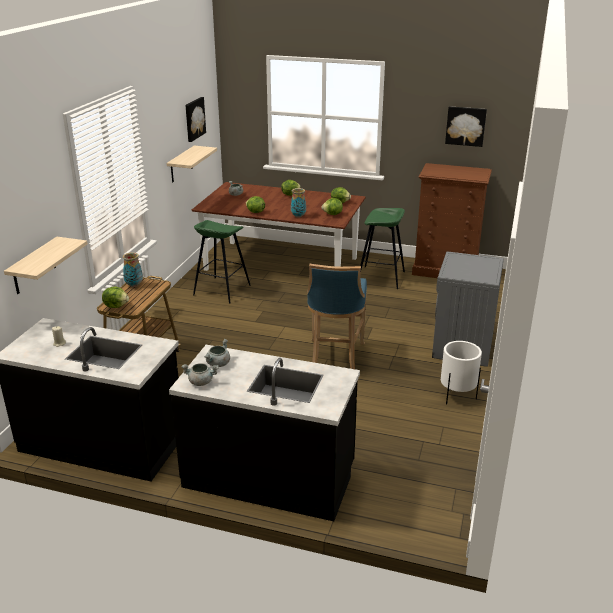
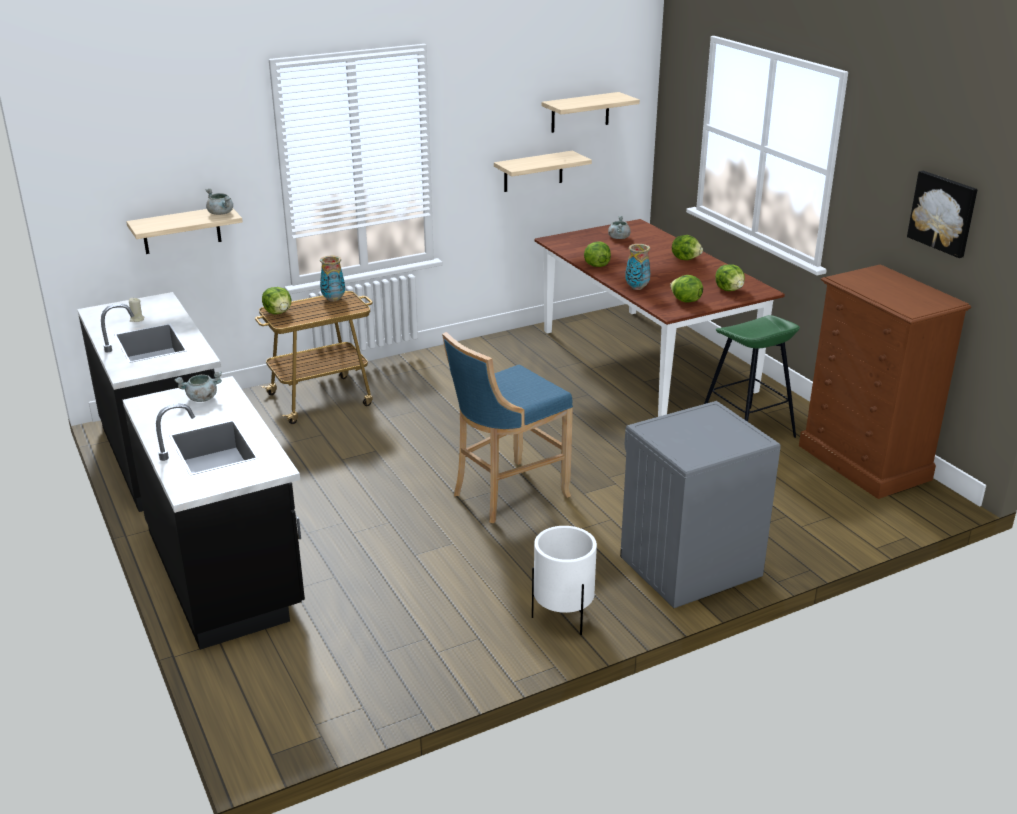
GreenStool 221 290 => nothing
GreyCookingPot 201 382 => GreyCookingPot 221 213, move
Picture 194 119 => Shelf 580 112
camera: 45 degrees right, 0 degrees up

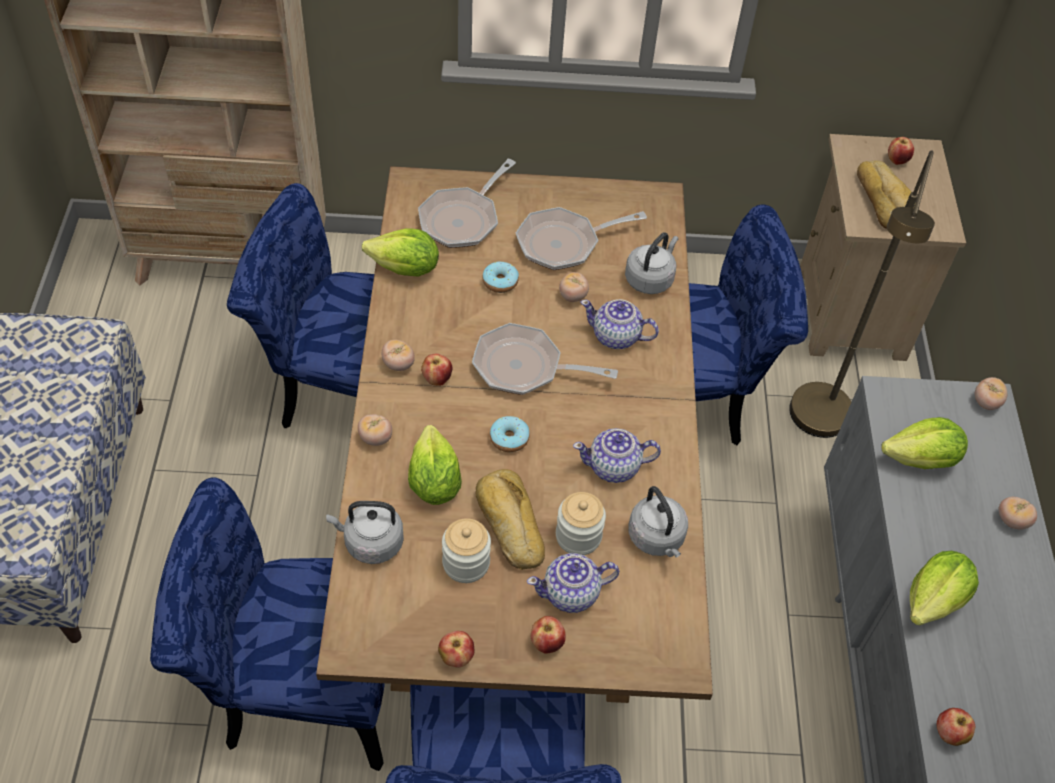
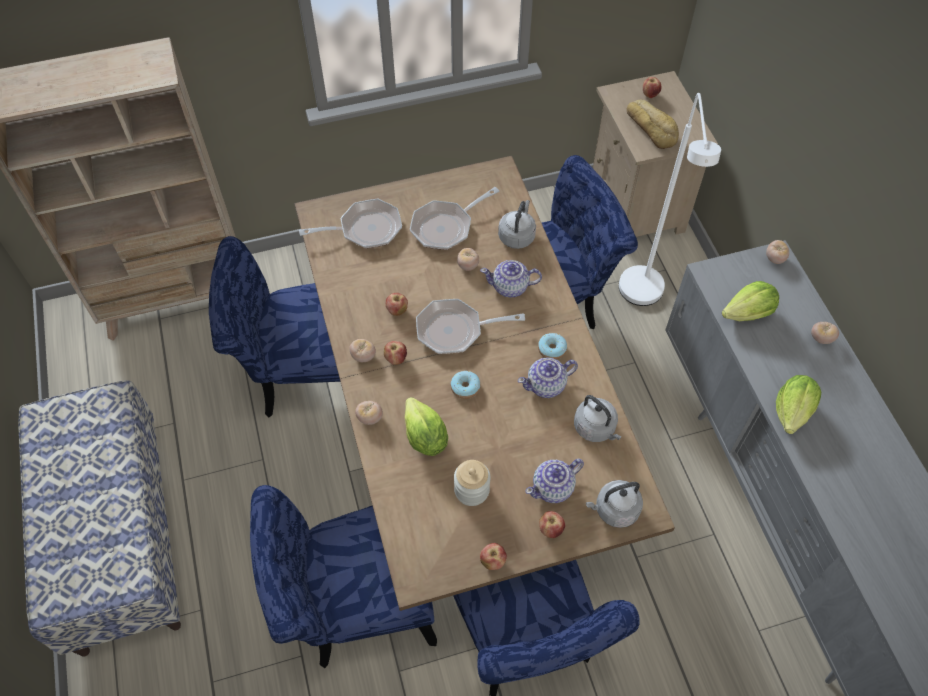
Lettuce 405 269 => nothing
Bread 508 524 => nothing
Jar 578 536 => nothing
GreyKettle 370 543 => GreyKettle 614 510, move
Donut 500 282 => Donut 552 349, move
Apple 949 734 => Apple 397 311, move
BrownFloorLamp 818 427 => WhiteFloorLamp 643 298
FryingPan 463 219 => FryingPan 365 229, 120 degrees counterclockwise
camera: 15 degrees left, 5 degrees up

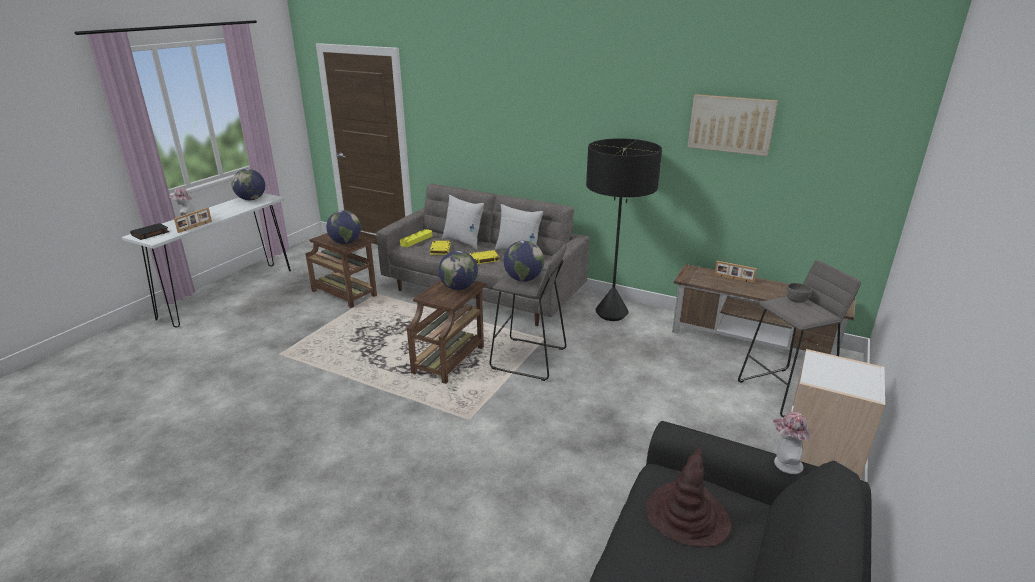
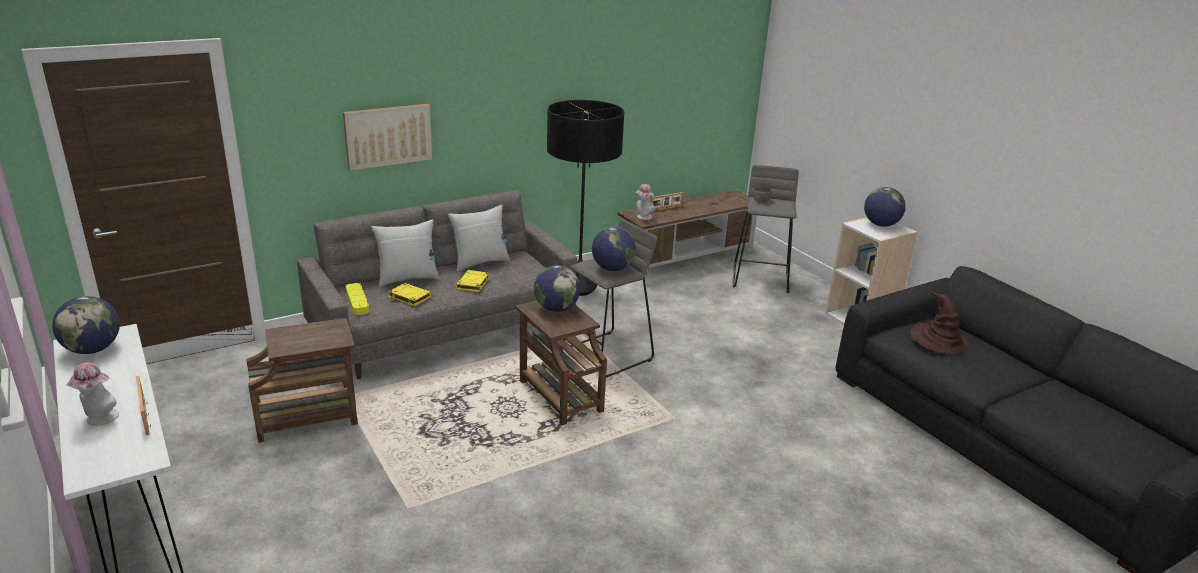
BlackBook 150 234 => nothing
Globe 345 242 => Globe 880 225, move
Picture 731 124 => Picture 388 136, move
Hat 784 463 => Hat 643 217, move
camera: 60 degrees left, 0 degrees up

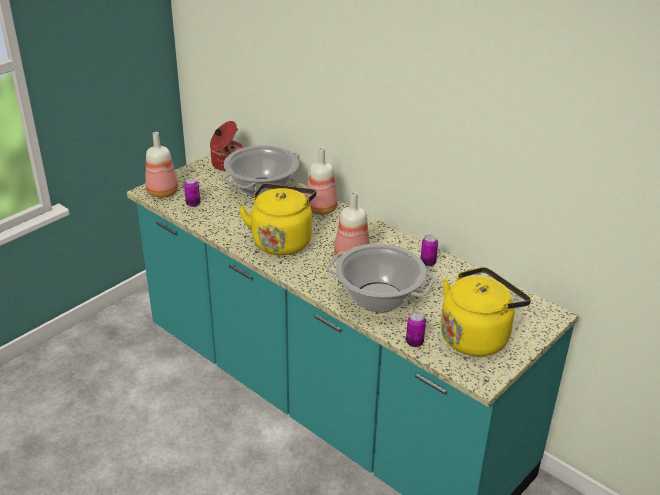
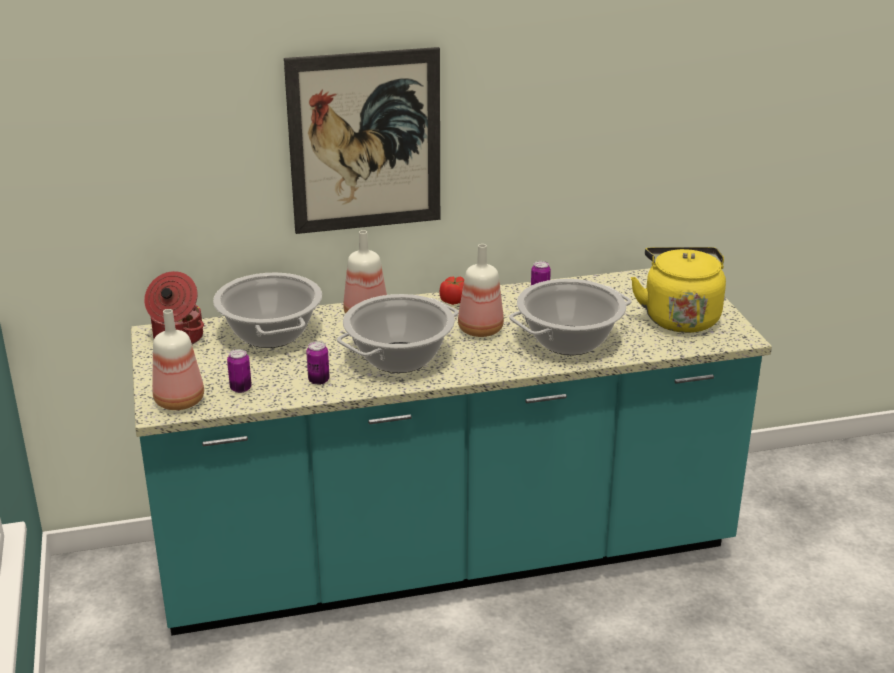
nothing => Picture 365 142
nothing => Tomato 454 301
Can 414 342 => Can 319 380, move
YellowKettle 282 240 => CookingPot 399 358
camera: 55 degrees left, 5 degrees down

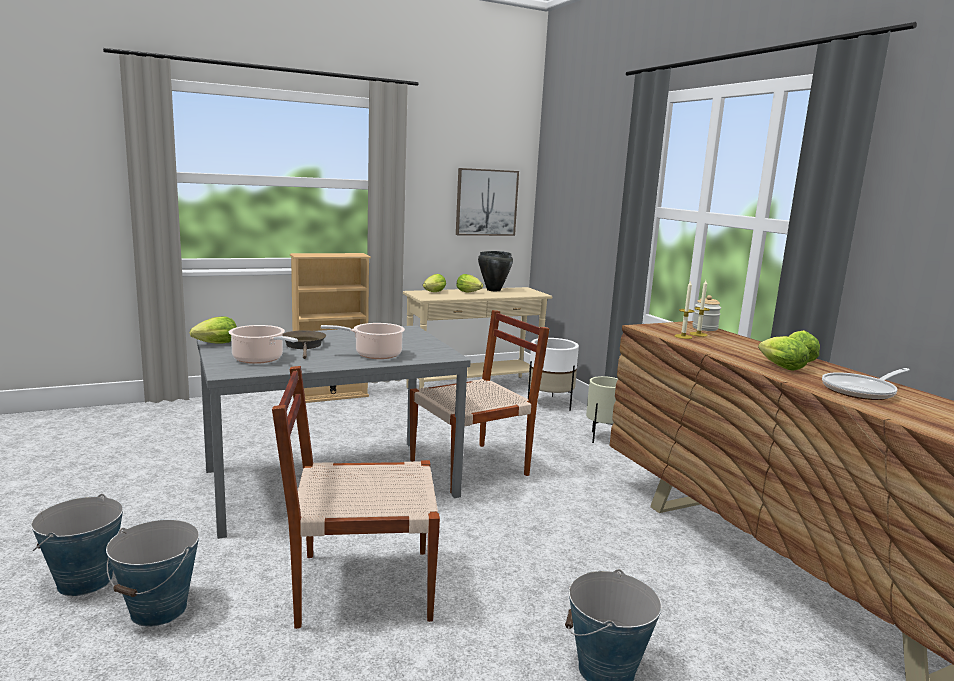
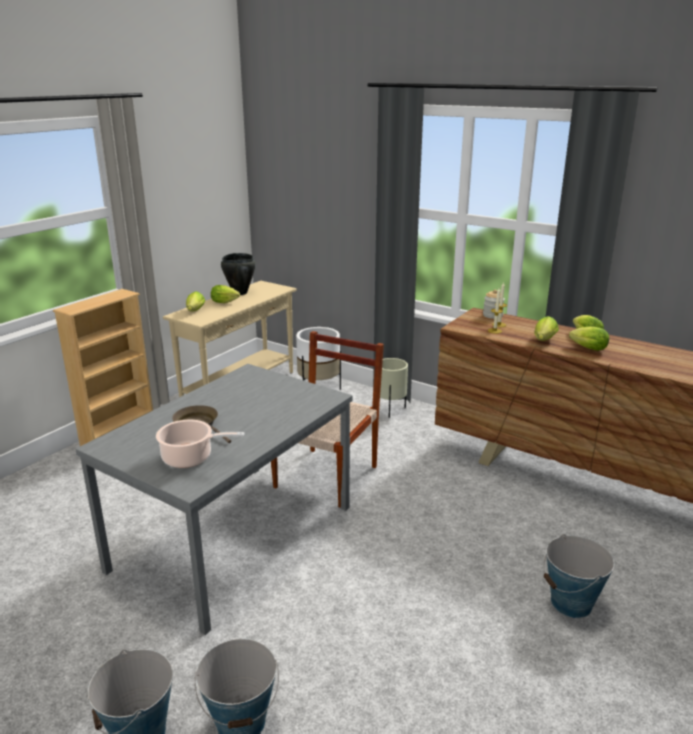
Chair 360 587 => nothing
CookingPot 374 354 => nothing
Picture 486 202 => nothing
FryingPan 862 391 => nothing
Lettuce 214 344 => Lettuce 543 341, move
camera: 30 degrees left, 10 degrees up

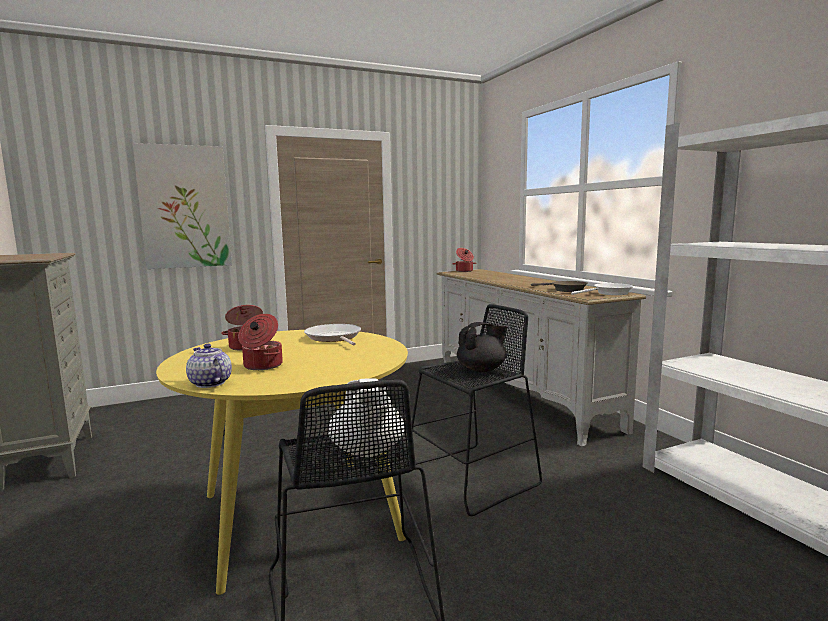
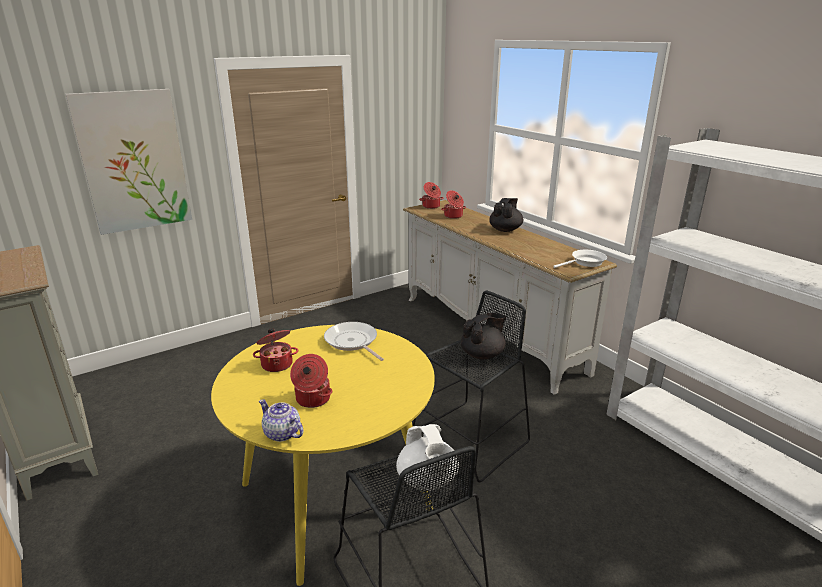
BrownFryingPan 565 290 => nothing
nothing => CookingPot 453 216
nothing => BlackTeapot 505 230
camera: 10 degrees left, 15 degrees up

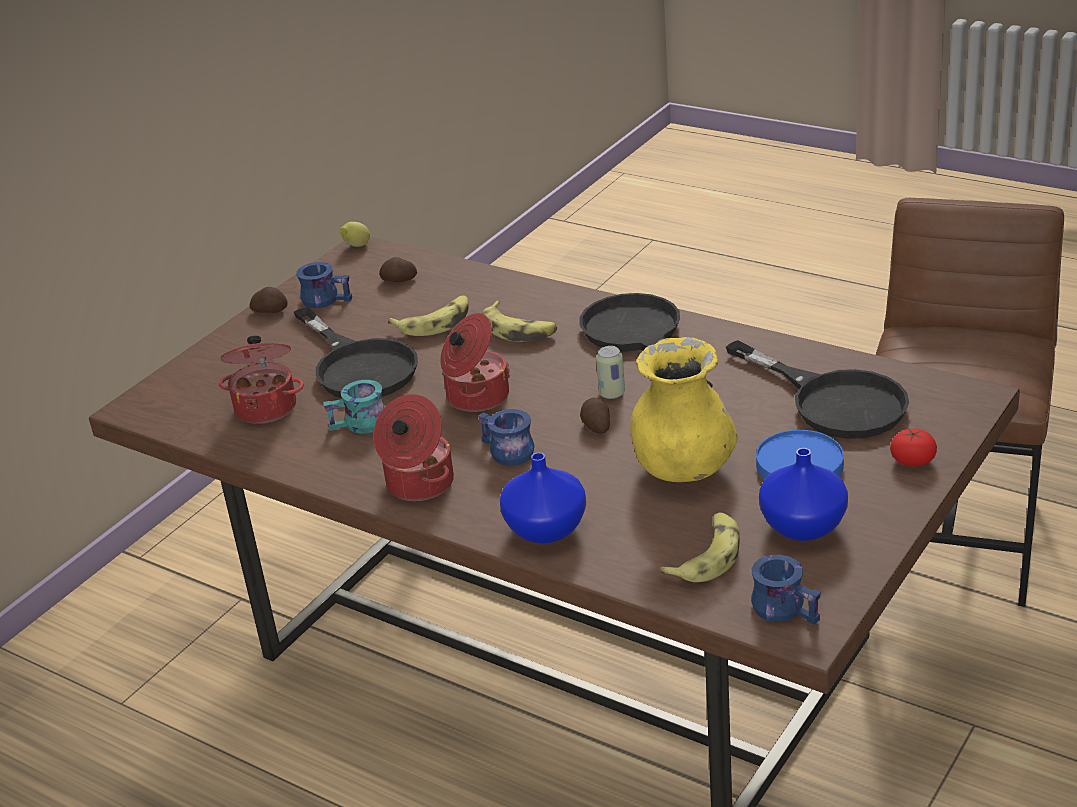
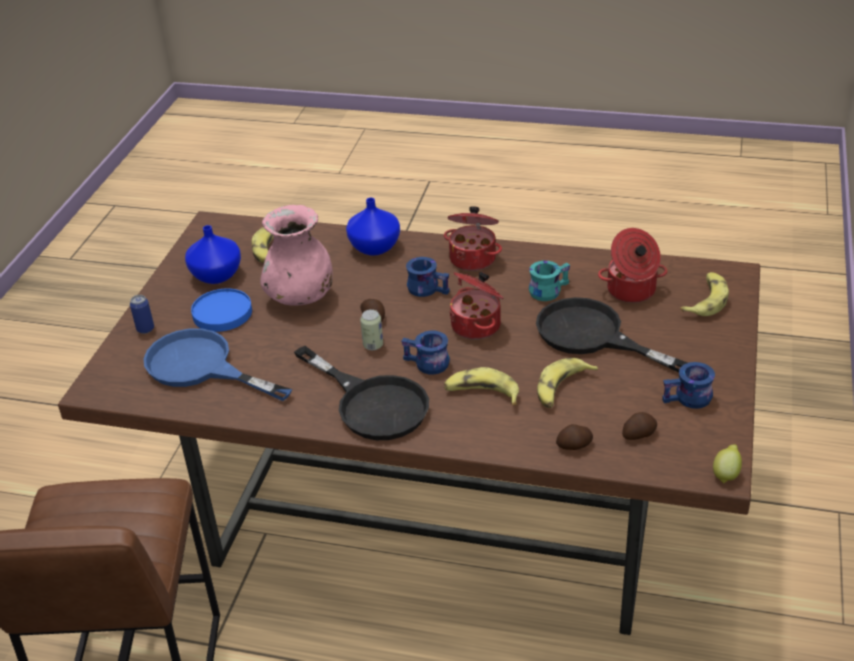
nothing => Banana 706 300
Potato 270 310 => Potato 575 445, move
BlueMug 786 607 => BlueMug 426 365, move
Tomato 912 460 => Can 145 329
YellowVase 683 469 => PinkVase 301 297
BlackFryingPan 833 401 => BlueFryingPan 201 367
camera: 160 degrees right, 5 degrees up

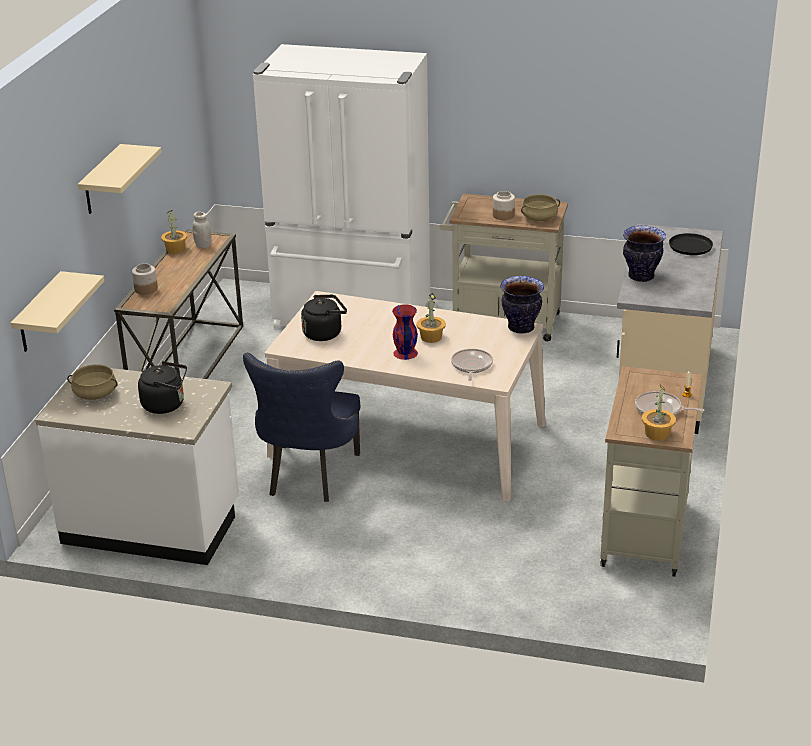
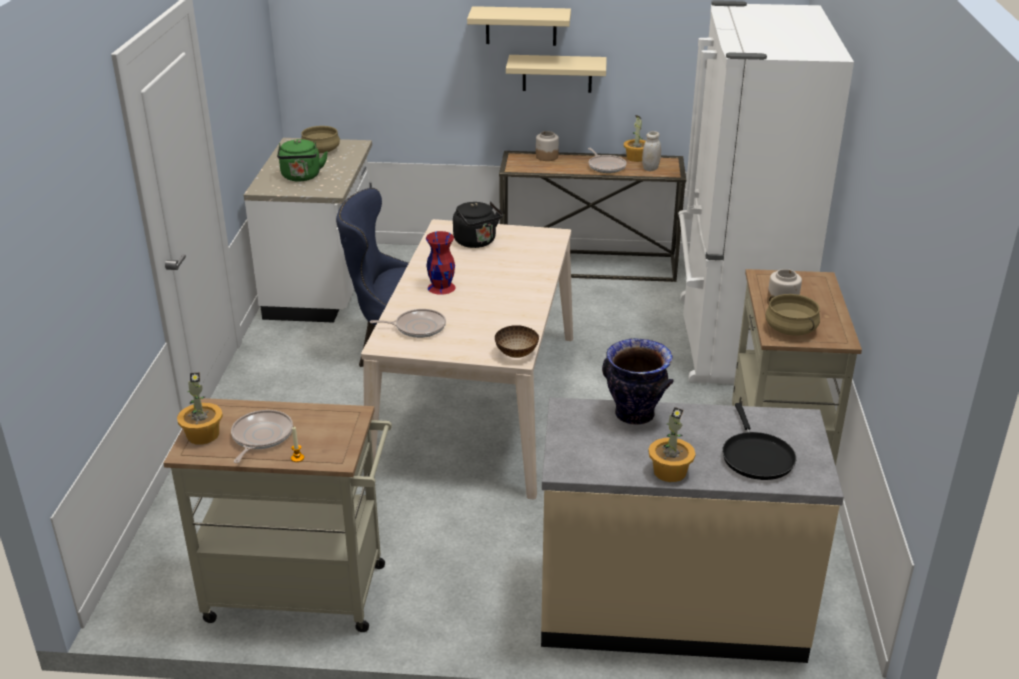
nothing => FryingPan 606 166
BeigeShelf 39 314 => BeigeShelf 557 73, move
PottedPlant 431 337 => PottedPlant 670 471, move
Vase 521 328 => Bowl 516 354
BlackKettle 166 405 => GreenKettle 301 177
camera: 80 degrees right, 0 degrees up

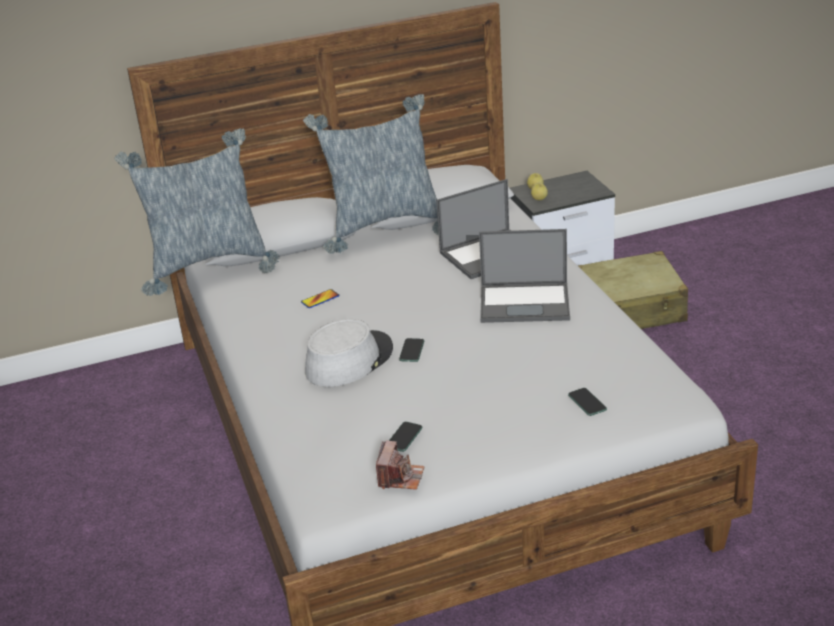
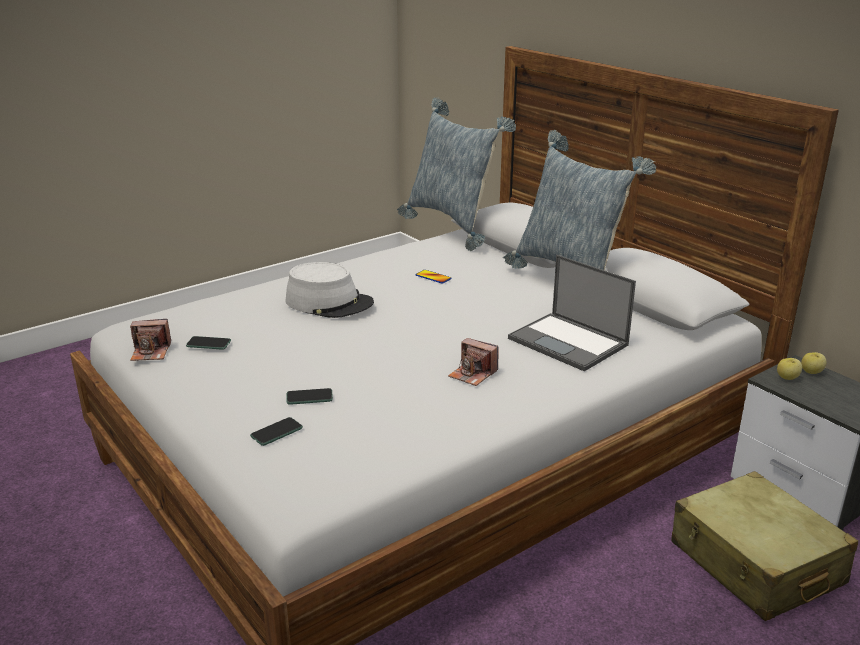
Phone 412 351 => Phone 309 397, move
Laptop 526 303 => PhotoCamera 473 374
camera: 70 degrees right, 5 degrees down

